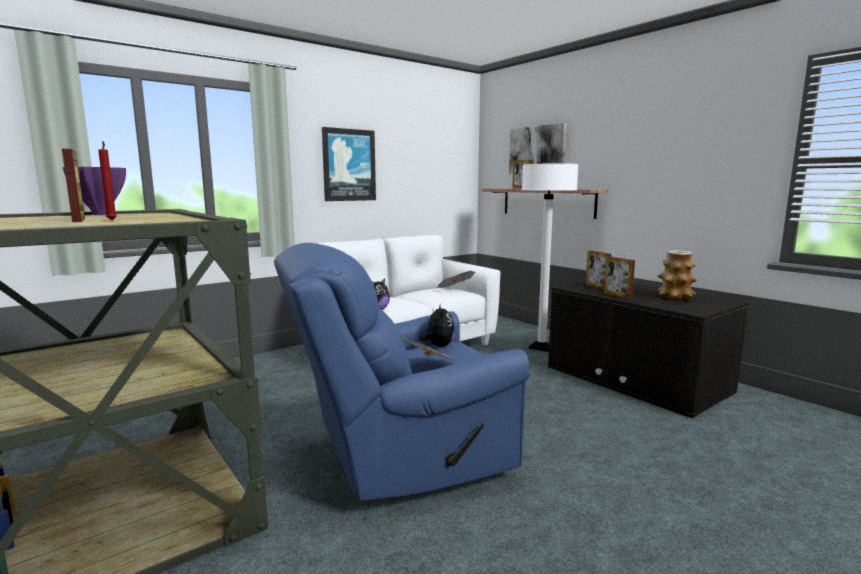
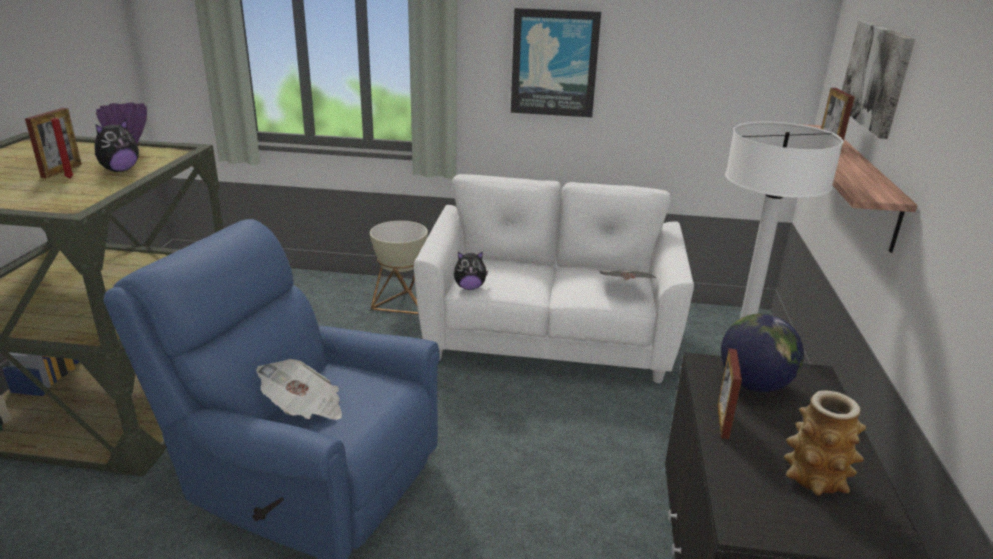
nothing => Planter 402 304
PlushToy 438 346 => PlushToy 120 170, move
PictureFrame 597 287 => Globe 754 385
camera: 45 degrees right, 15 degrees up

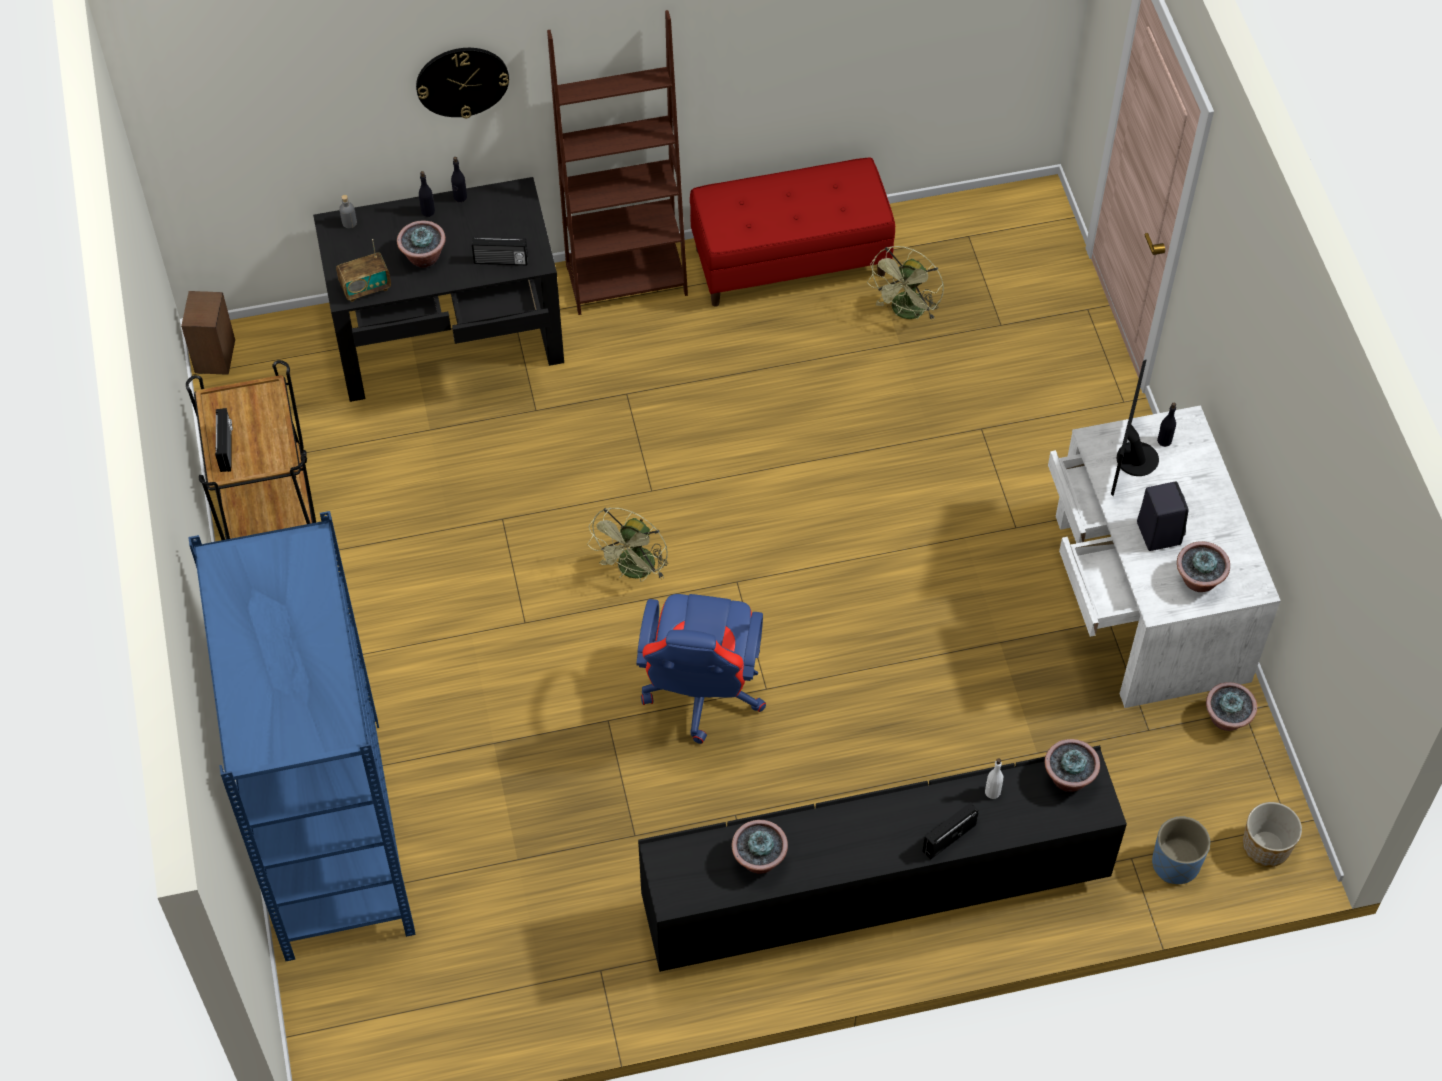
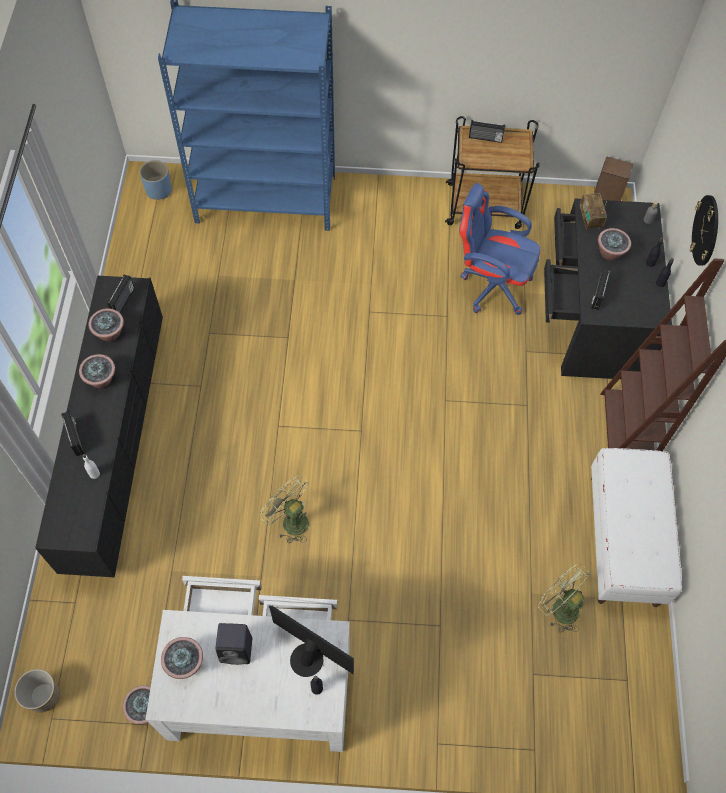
nothing => Radio 123 301
GreenFan 634 571 => GreenFan 290 520, move
BlueOfficeChair 701 698 => BlueOfficeChair 490 285, move
PottedPlant 1068 778 => PottedPlant 101 379, move
BluePlanter 1175 864 => BluePlanter 158 190, move
RedBench 790 261 => WhiteBench 624 540
camera: 105 degrees right, 5 degrees up

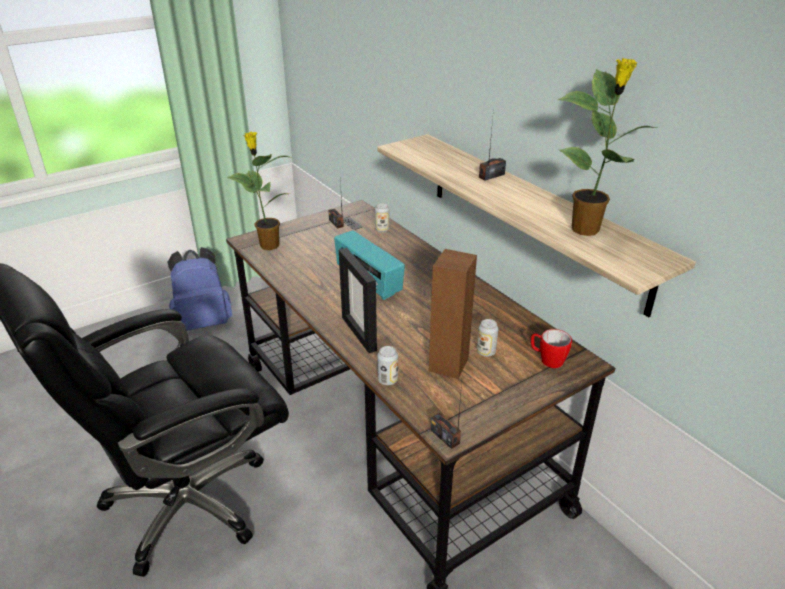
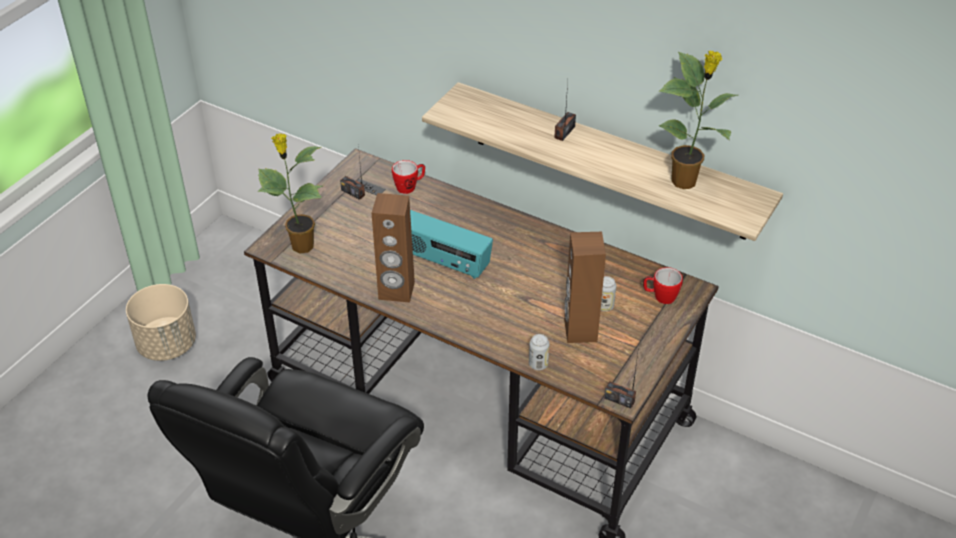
PictureFrame 360 333 => nothing
nothing => BrownSpeaker 396 291
BlueBackpack 204 322 => BeigePlanter 167 344
Can 382 229 => Mug 409 187
camera: 25 degrees left, 10 degrees up

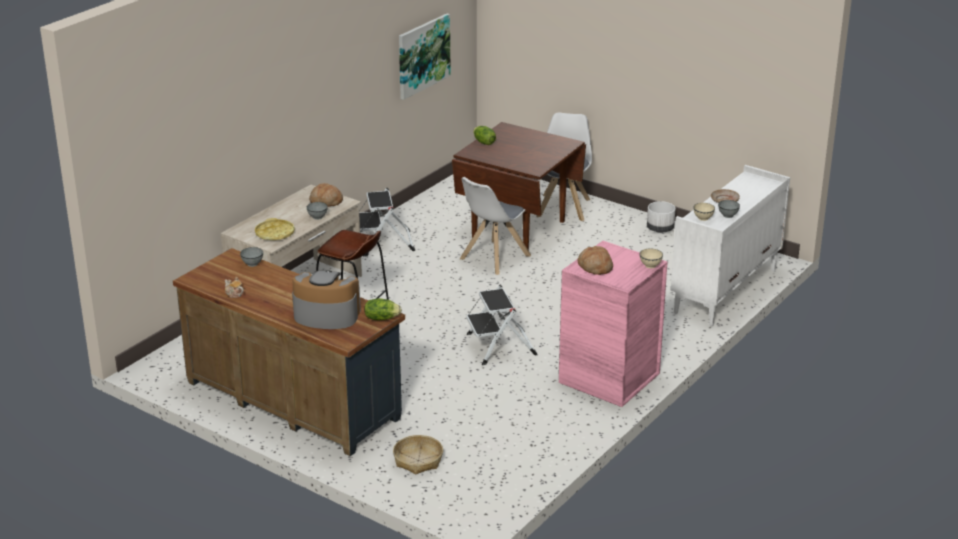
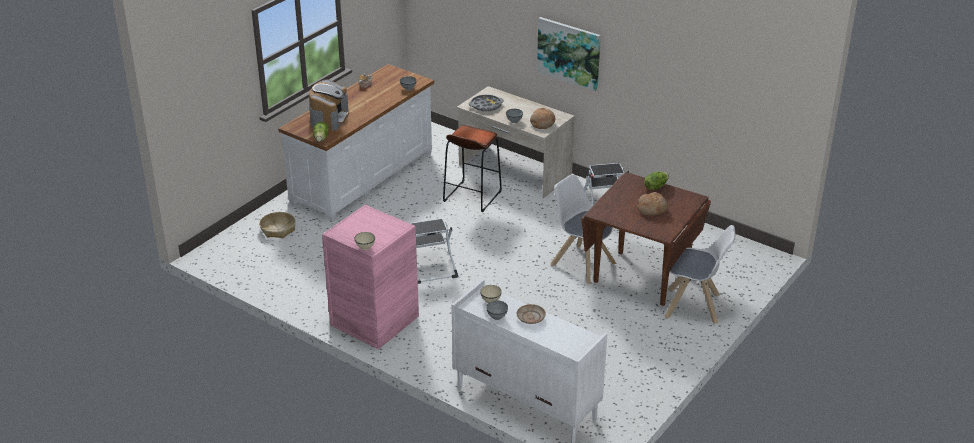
WhitePlanter 660 229 => nothing
Picture 423 55 => Picture 569 53, move
Bread 595 267 => Bread 651 209, move
BlueDresser 292 399 => WhiteDresser 363 177
YellowTray 275 233 => GreyTray 486 106
camera: 90 degrees right, 5 degrees up

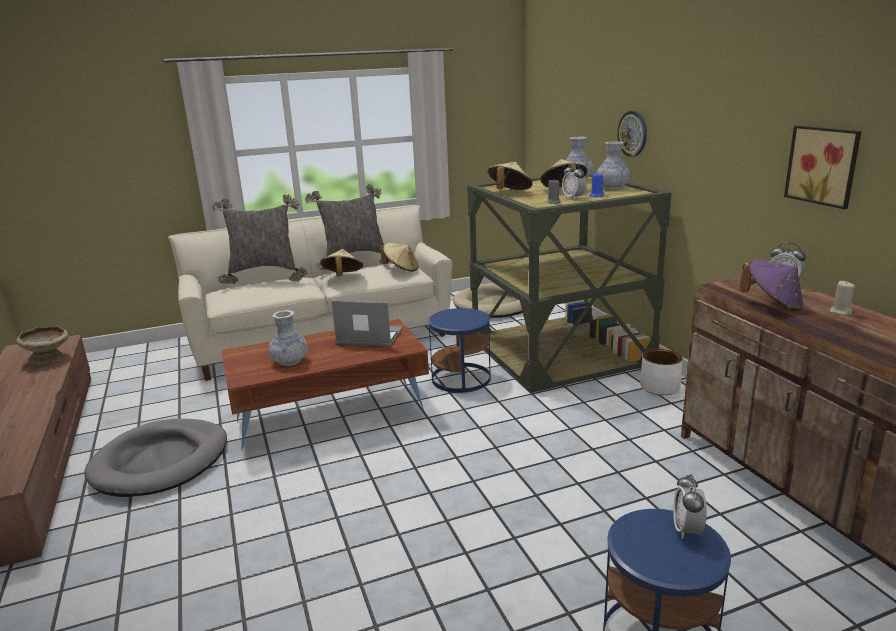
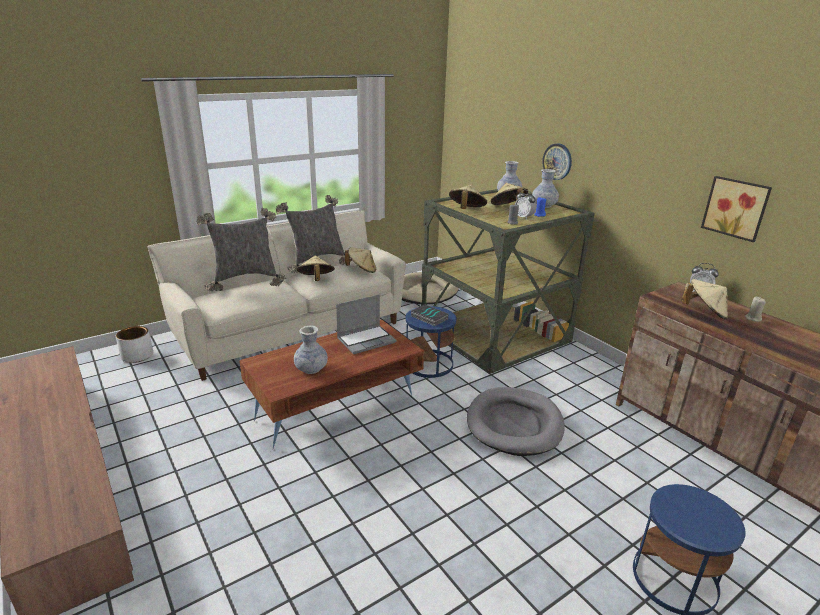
BeigeBowl 49 359 => nothing
AlarmClock 687 530 => nothing
nothing => Book 428 317
GreyDogBed 161 461 => GreyDogBed 514 424, move
WhitePlanter 659 387 => WhitePlanter 137 355, move
PurpleHat 772 304 => BeigeHat 704 313
Laptop 368 337 => Laptop 366 340, 150 degrees clockwise
camera: 15 degrees left, 5 degrees up

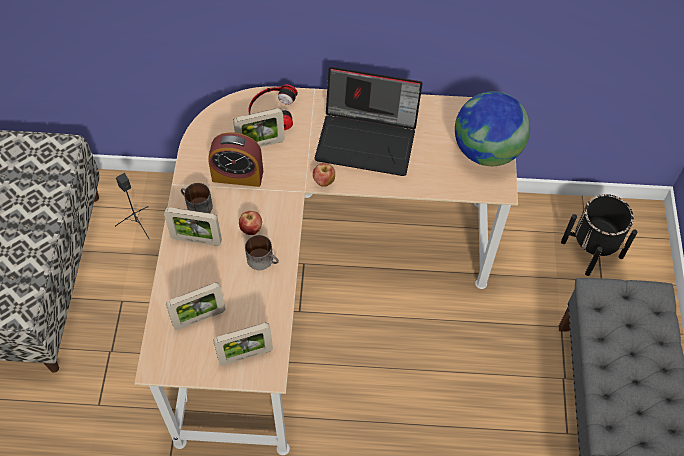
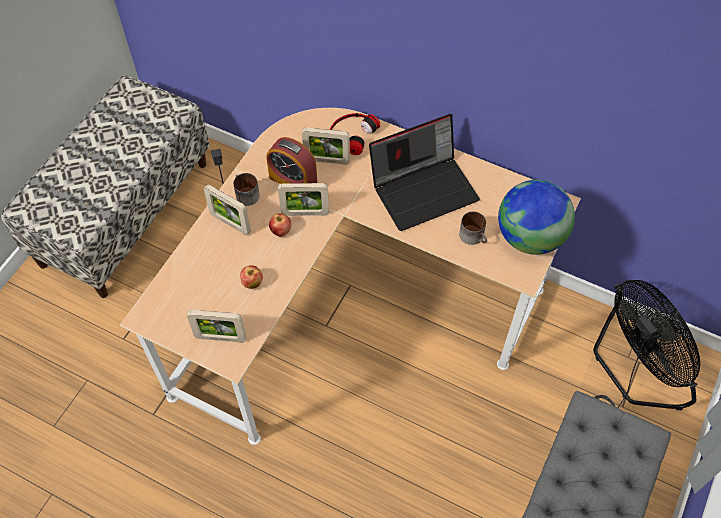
PictureFrame 199 318 => PictureFrame 305 213, move
Mug 263 259 => Mug 474 236, move
Apple 324 181 => Apple 252 283, move
BlackPlanter 592 249 => BlackFan 627 374
Laptop 368 139 => Laptop 424 189, 60 degrees counterclockwise
camera: 25 degrees right, 0 degrees up

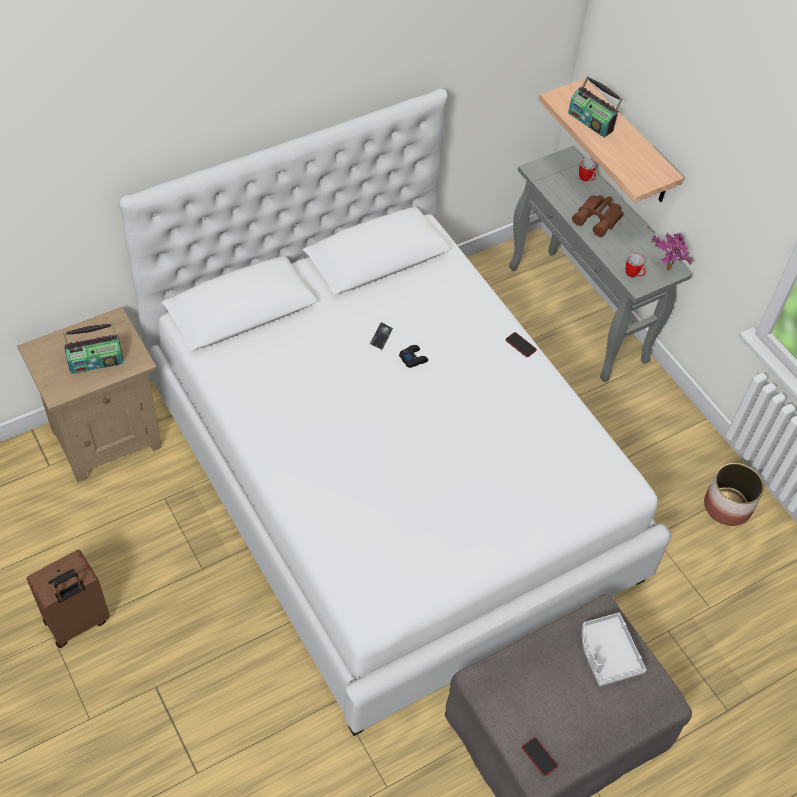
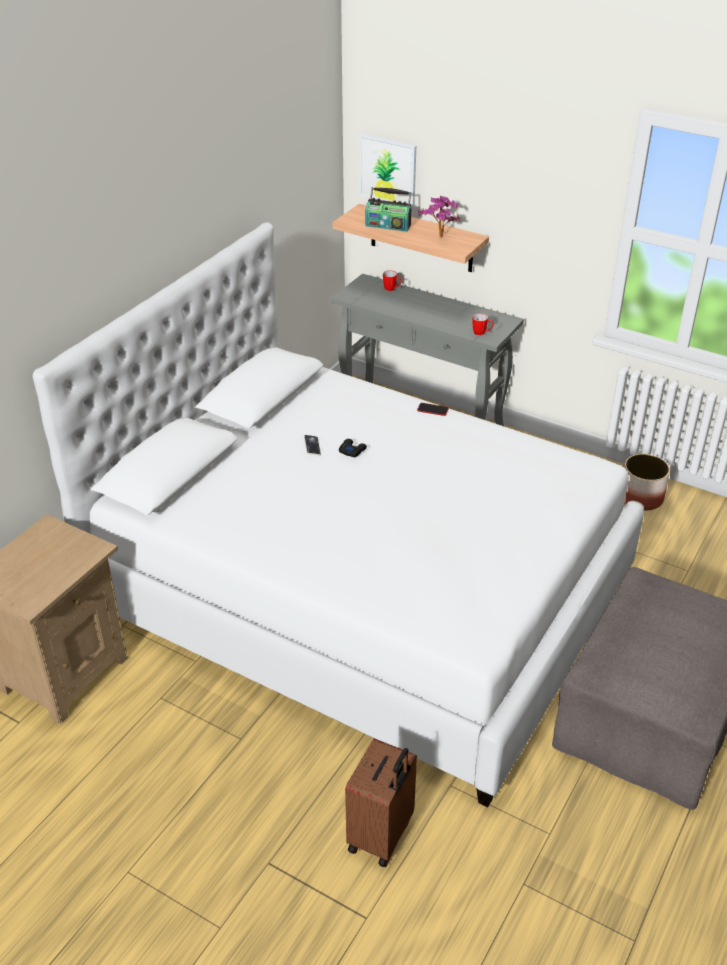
Radio 96 361 => nothing
Phone 539 757 => nothing
BrownBinoculars 598 219 => nothing
GreyTray 607 654 => nothing
nothing => Picture 388 170
BrownSuitcase 77 623 => BrownSuitcase 382 836, move
PottedPlant 665 271 => PottedPlant 439 238, move
camera: 25 degrees left, 15 degrees down

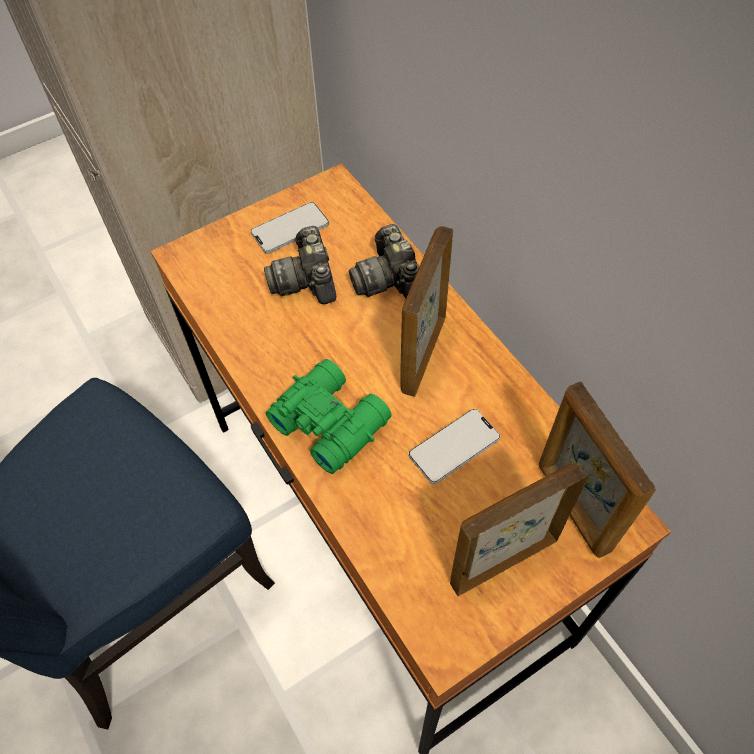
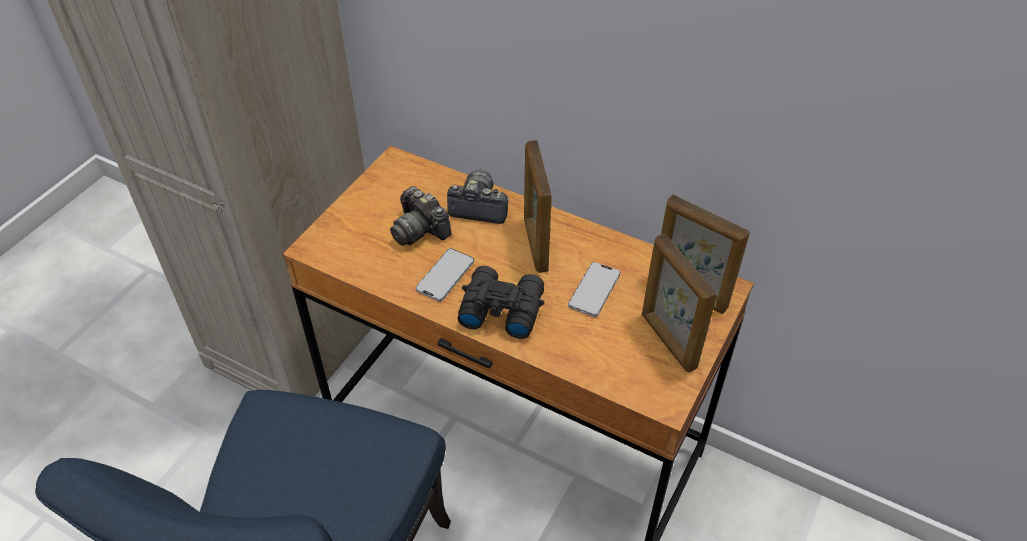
Phone 290 229 => Phone 445 275, move
GreenBinoculars 330 420 => BlackBinoculars 500 308
PhotoCamera 388 279 => PhotoCamera 478 207, 150 degrees clockwise
PictureFrame 502 561 => PictureFrame 668 341, 60 degrees counterclockwise
camera: 30 degrees left, 10 degrees down

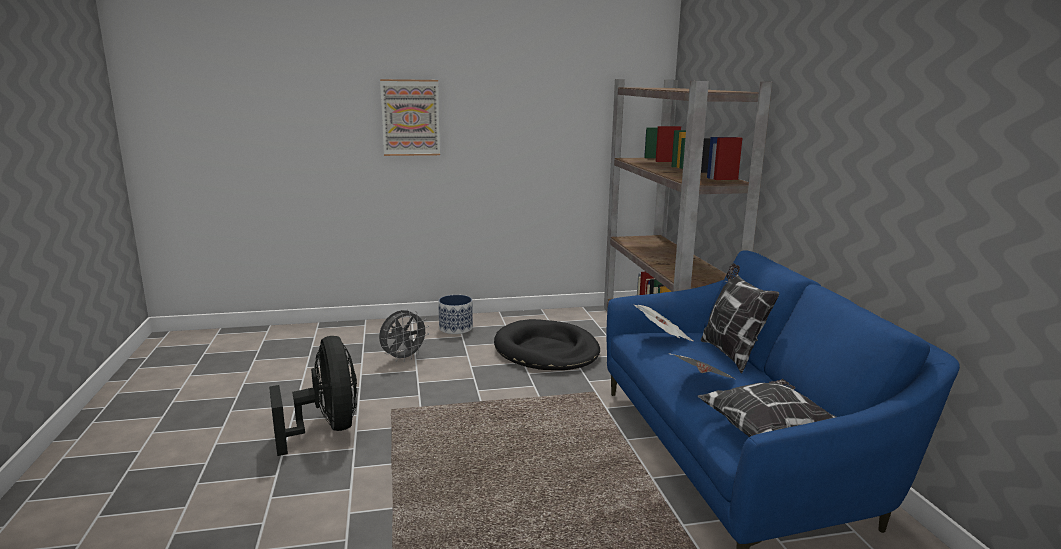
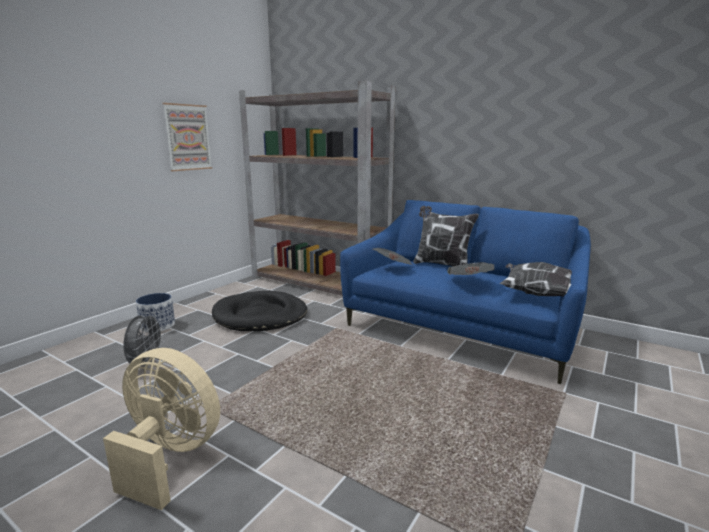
Picture 410 117 => Picture 188 137, move
BlackFan 326 429 => BeigeFan 169 456
camera: 45 degrees left, 0 degrees up

